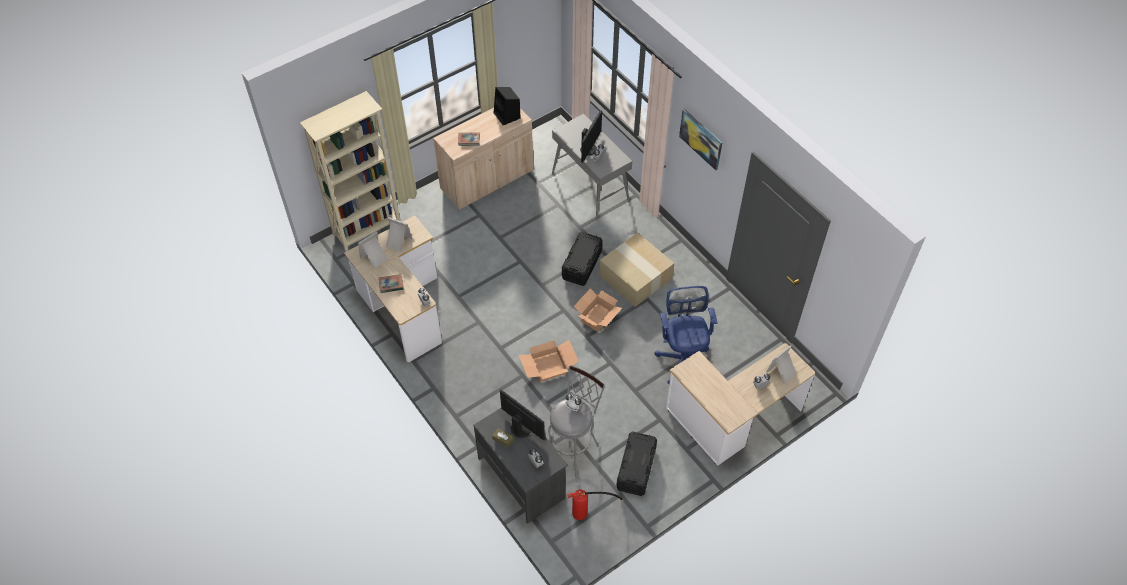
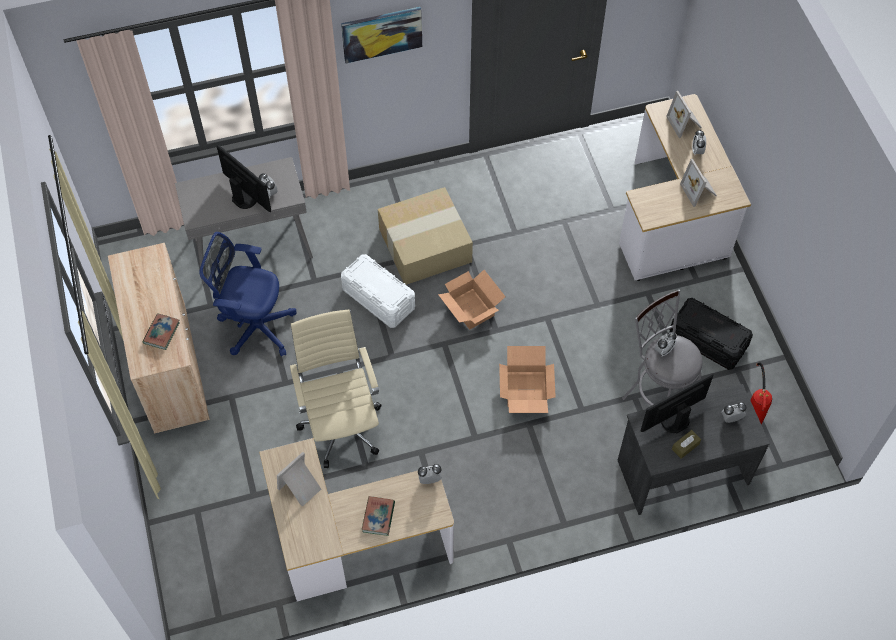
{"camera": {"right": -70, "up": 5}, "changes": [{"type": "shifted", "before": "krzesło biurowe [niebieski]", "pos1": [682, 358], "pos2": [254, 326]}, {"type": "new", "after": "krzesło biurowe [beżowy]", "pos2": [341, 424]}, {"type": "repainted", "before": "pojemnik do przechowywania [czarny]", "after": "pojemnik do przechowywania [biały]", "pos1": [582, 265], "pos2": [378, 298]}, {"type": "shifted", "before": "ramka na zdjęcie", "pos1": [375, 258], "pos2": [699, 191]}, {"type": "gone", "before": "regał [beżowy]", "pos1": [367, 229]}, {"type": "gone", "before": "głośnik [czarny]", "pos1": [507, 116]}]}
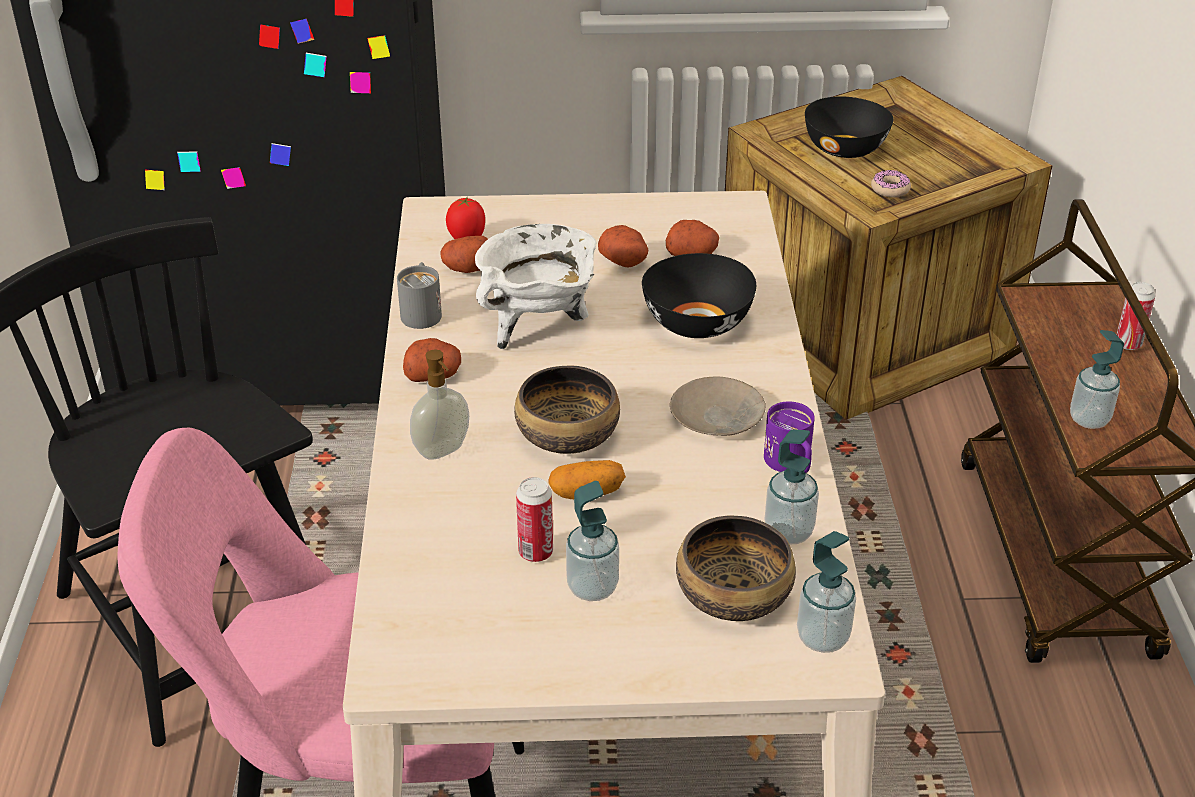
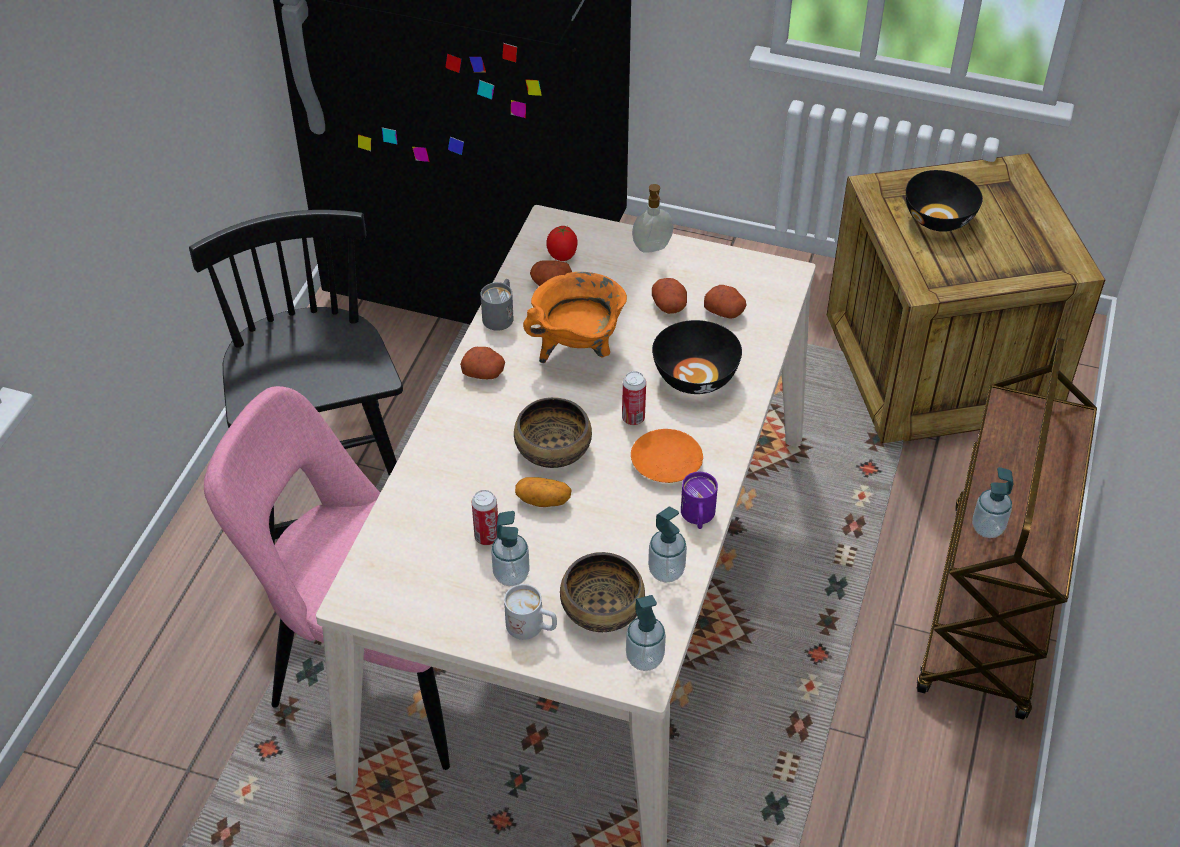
{"camera": {"right": 20, "up": 10}, "changes": [{"type": "new", "after": "kubek [biały]", "pos2": [532, 627]}, {"type": "repainted", "before": "garnek [biały]", "after": "garnek [pomarańczowy]", "pos1": [539, 326], "pos2": [578, 349]}, {"type": "shifted", "before": "puszka", "pos1": [1128, 344], "pos2": [633, 418]}, {"type": "repainted", "before": "talerz [beżowy]", "after": "talerz [pomarańczowy]", "pos1": [718, 417], "pos2": [667, 463]}, {"type": "shifted", "before": "dozownik mydła", "pos1": [443, 451], "pos2": [652, 248]}, {"type": "gone", "before": "donut", "pos1": [890, 189]}]}
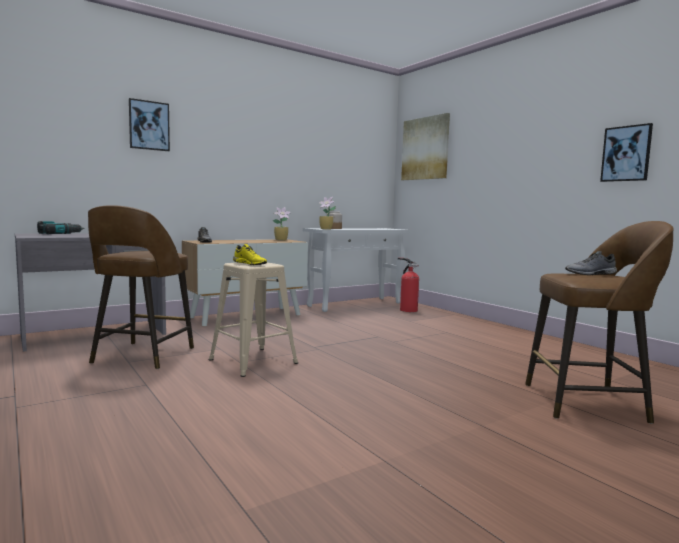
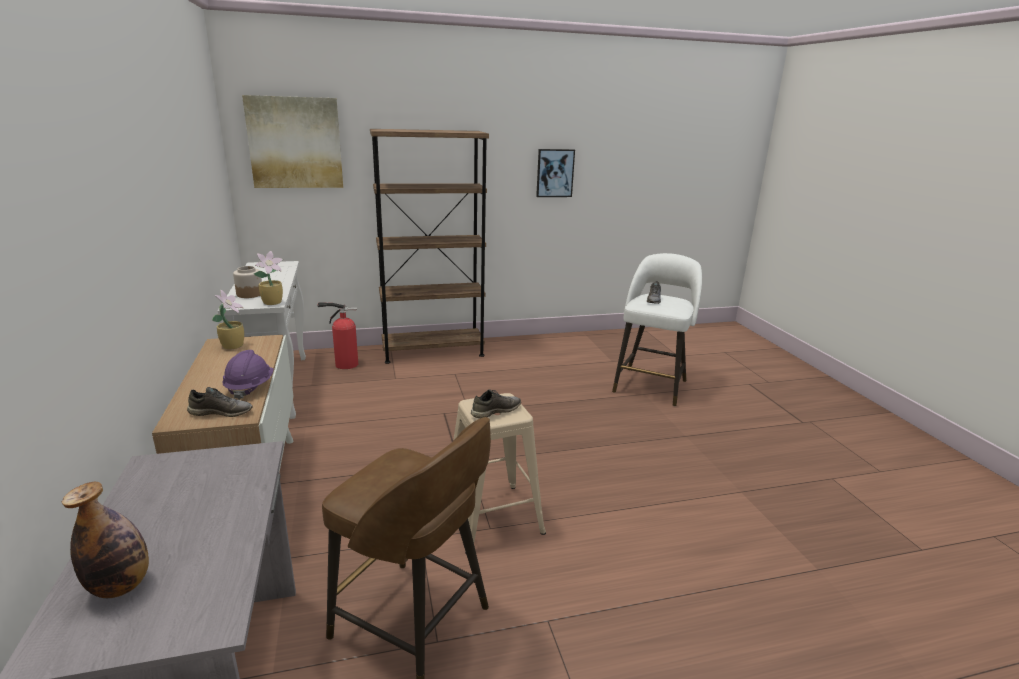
{"camera": {"right": -70, "up": 15}, "changes": [{"type": "swapped", "before": "wiertarka", "after": "butelka", "pos1": [58, 234], "pos2": [120, 586]}, {"type": "new", "after": "kask [fioletowy]", "pos2": [249, 387]}, {"type": "new", "after": "regał [brązowy]", "pos2": [433, 351]}, {"type": "repainted", "before": "but [żółty]", "after": "but [szary]", "pos1": [250, 264], "pos2": [495, 411]}, {"type": "repainted", "before": "stołek [brązowy]", "after": "stołek [biały]", "pos1": [588, 403], "pos2": [651, 385]}, {"type": "gone", "before": "obraz", "pos1": [149, 125]}]}
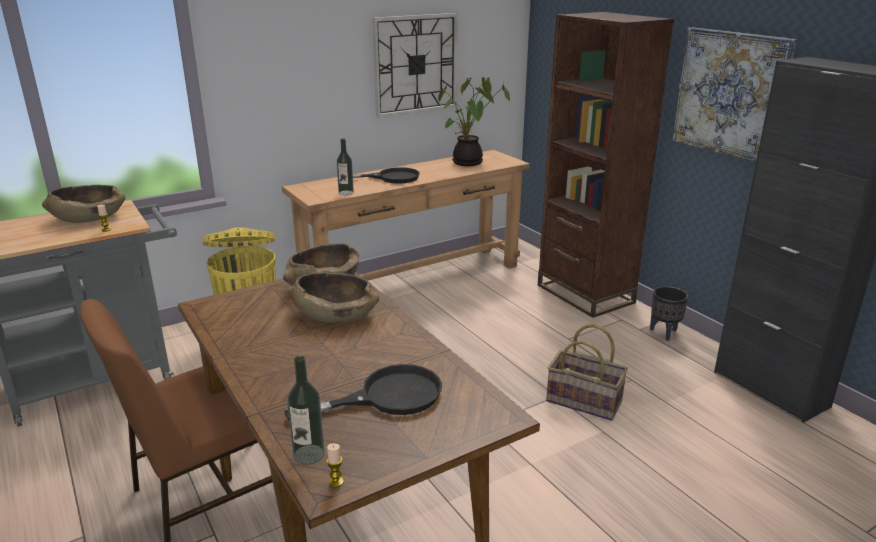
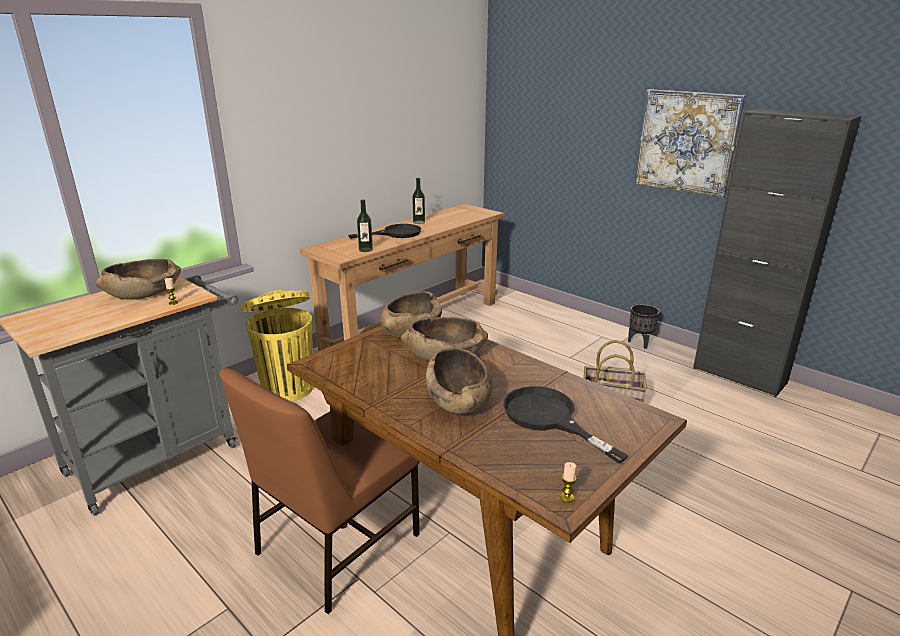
{"camera": {"right": -15, "up": 0}, "changes": [{"type": "shifted", "before": "butelka", "pos1": [309, 454], "pos2": [419, 222]}, {"type": "new", "after": "miska [brązowy]", "pos2": [459, 399]}, {"type": "rotated", "before": "patelnia [czarny]", "pos1": [387, 396], "pos2": [548, 418], "turn": -90}, {"type": "gone", "before": "zegar ścienny", "pos1": [415, 64]}, {"type": "gone", "before": "roślina doniczkowa", "pos1": [469, 163]}, {"type": "gone", "before": "regał [brązowy]", "pos1": [585, 294]}]}
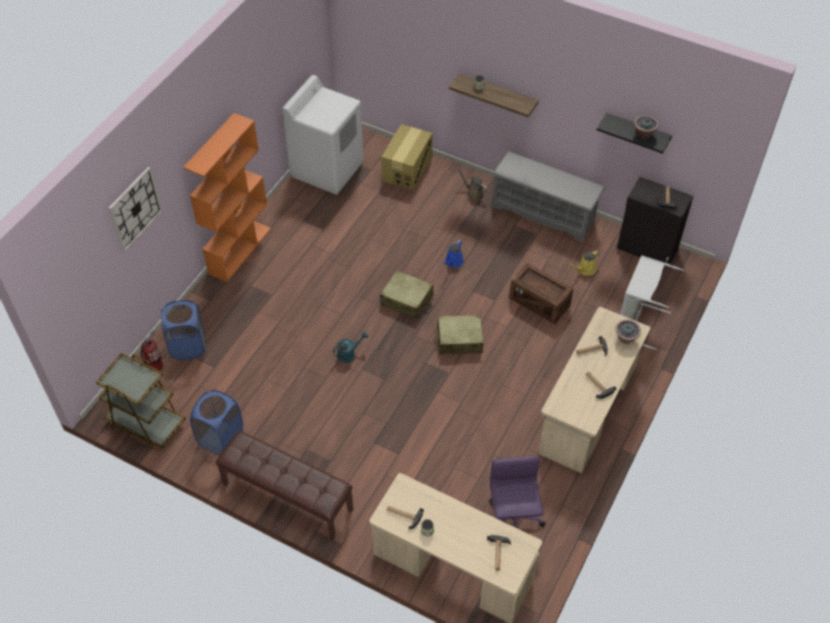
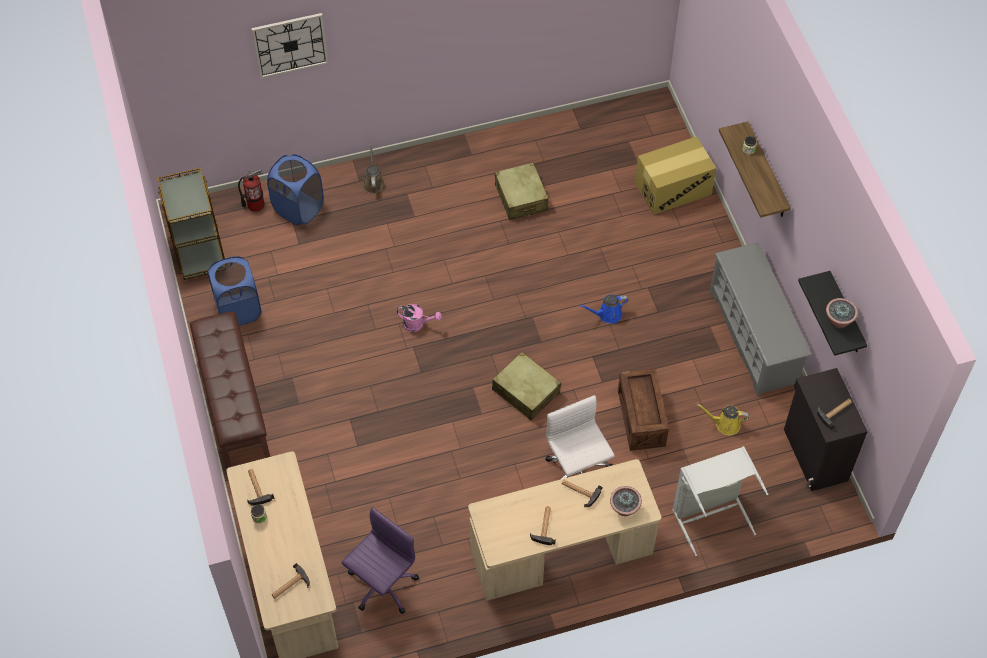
{"camera": {"right": 45, "up": 5}, "changes": [{"type": "shifted", "before": "konewka [brązowy]", "pos1": [473, 193], "pos2": [373, 182]}, {"type": "repainted", "before": "konewka [turkusowy]", "after": "konewka [różowy]", "pos1": [349, 354], "pos2": [417, 324]}, {"type": "shifted", "before": "walizka [beżowy]", "pos1": [407, 300], "pos2": [521, 198]}, {"type": "new", "after": "krzesło biurowe [biały]", "pos2": [577, 473]}, {"type": "gone", "before": "regał [pomarańczowy]", "pos1": [239, 250]}, {"type": "gone", "before": "pralka [biały]", "pos1": [327, 169]}]}
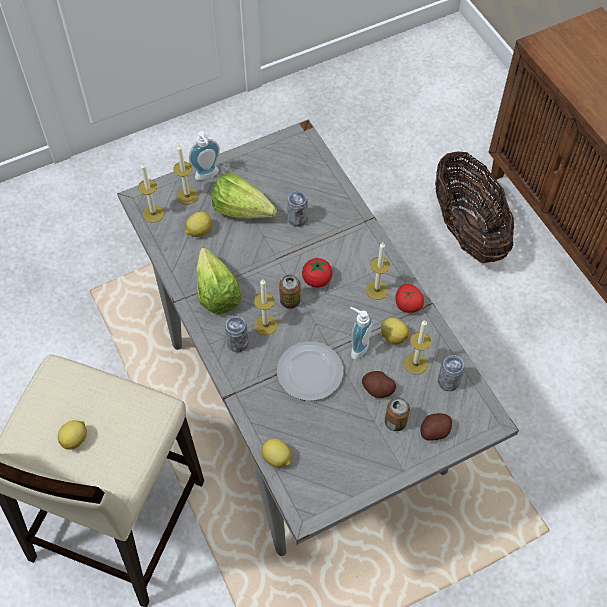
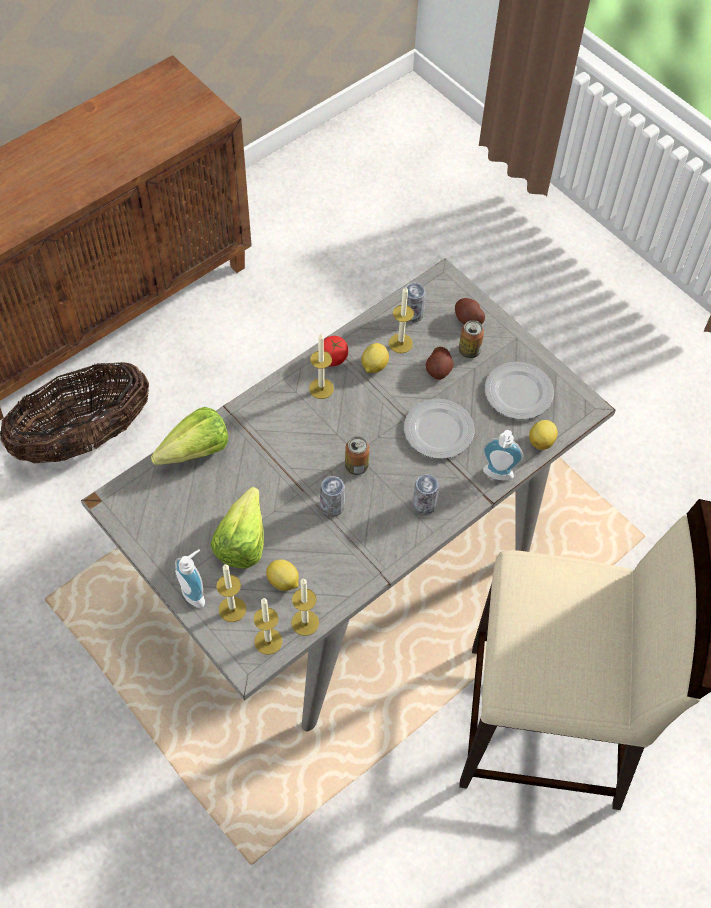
{"camera": {"right": -105, "up": 0}, "changes": [{"type": "shifted", "before": "sałata", "pos1": [216, 288], "pos2": [189, 453]}, {"type": "shifted", "before": "świeca", "pos1": [265, 325], "pos2": [305, 622]}, {"type": "shifted", "before": "puszka", "pos1": [297, 219], "pos2": [332, 506]}, {"type": "shifted", "before": "dozownik mydła", "pos1": [357, 347], "pos2": [497, 476]}, {"type": "new", "after": "talerz", "pos2": [518, 393]}, {"type": "gone", "before": "cytryna", "pos1": [75, 439]}, {"type": "gone", "before": "pomidor", "pos1": [316, 280]}]}
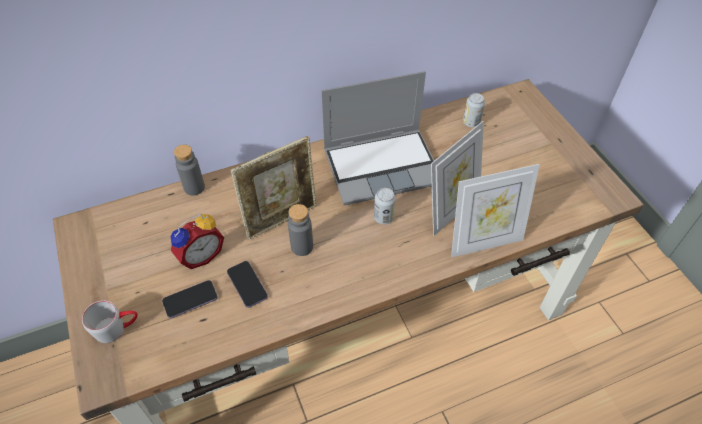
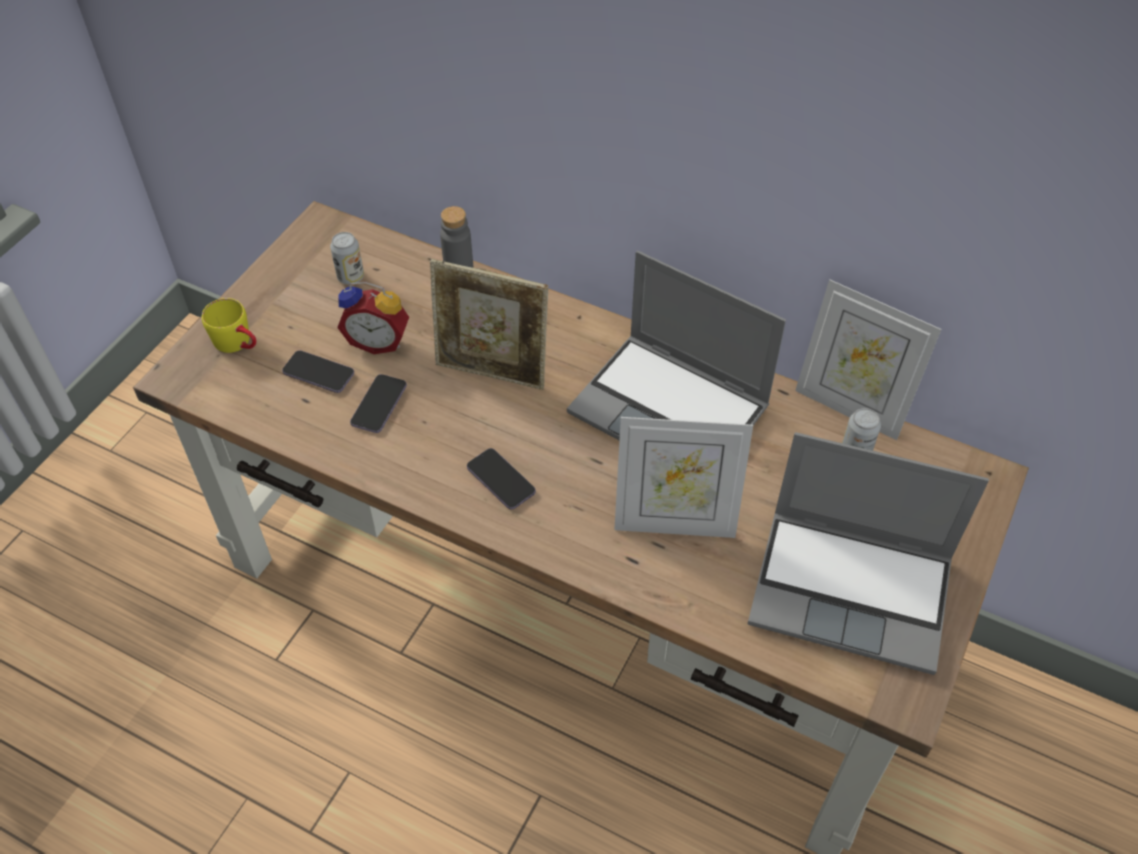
{"camera": {"right": 50, "up": 0}, "changes": [{"type": "repainted", "before": "kubek [szary]", "after": "kubek [żółty]", "pos1": [117, 328], "pos2": [238, 343]}, {"type": "shifted", "before": "puszka", "pos1": [383, 217], "pos2": [350, 277]}, {"type": "new", "after": "telefon", "pos2": [501, 480]}, {"type": "new", "after": "laptop", "pos2": [853, 590]}, {"type": "shifted", "before": "ramka na zdjęcie", "pos1": [484, 242], "pos2": [850, 407]}, {"type": "gone", "before": "butelka [szary]", "pos1": [302, 247]}]}
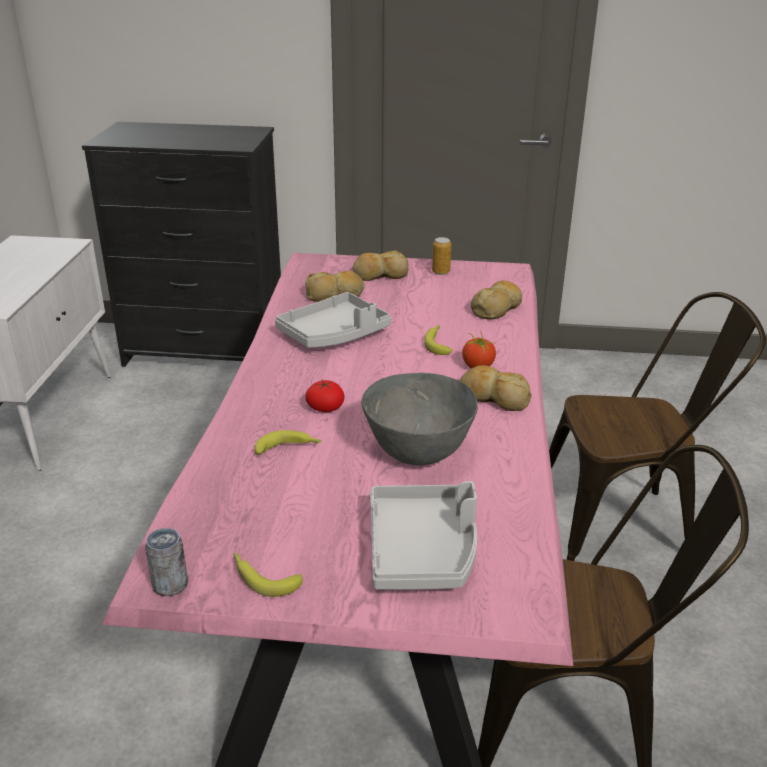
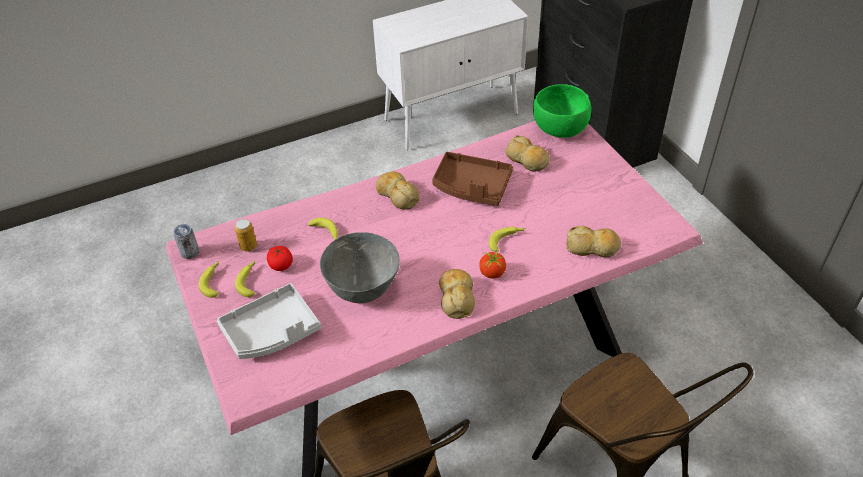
{"camera": {"right": 60, "up": 15}, "changes": [{"type": "shifted", "before": "puszka", "pos1": [441, 272], "pos2": [248, 246]}, {"type": "new", "after": "banan", "pos2": [249, 281]}, {"type": "shifted", "before": "pomidor", "pos1": [325, 407], "pos2": [281, 264]}, {"type": "shifted", "before": "chleb", "pos1": [379, 275], "pos2": [397, 195]}, {"type": "repainted", "before": "taca [szary]", "after": "taca [brązowy]", "pos1": [334, 334], "pos2": [471, 187]}, {"type": "new", "after": "miska [zielony]", "pos2": [560, 129]}]}
